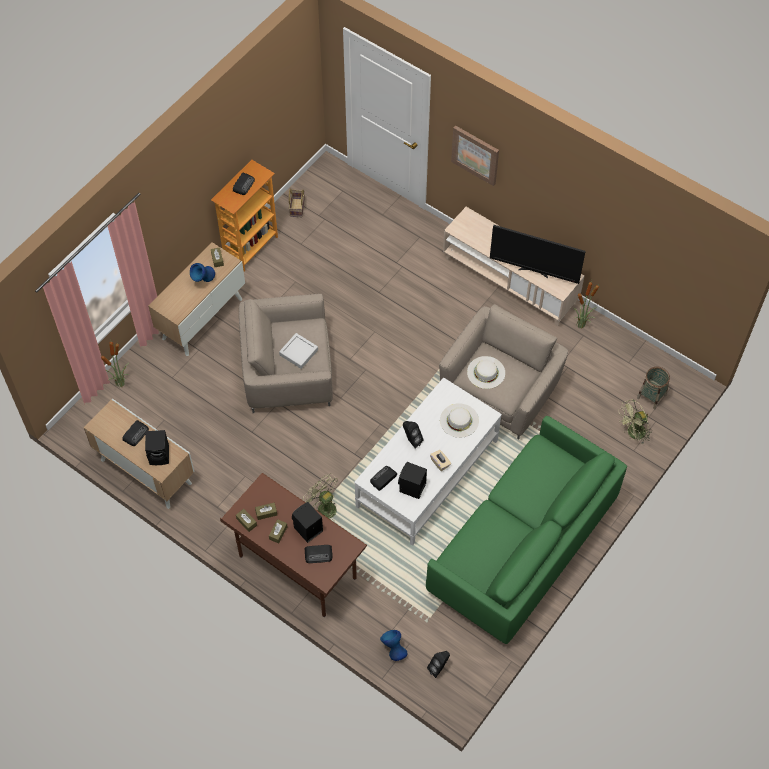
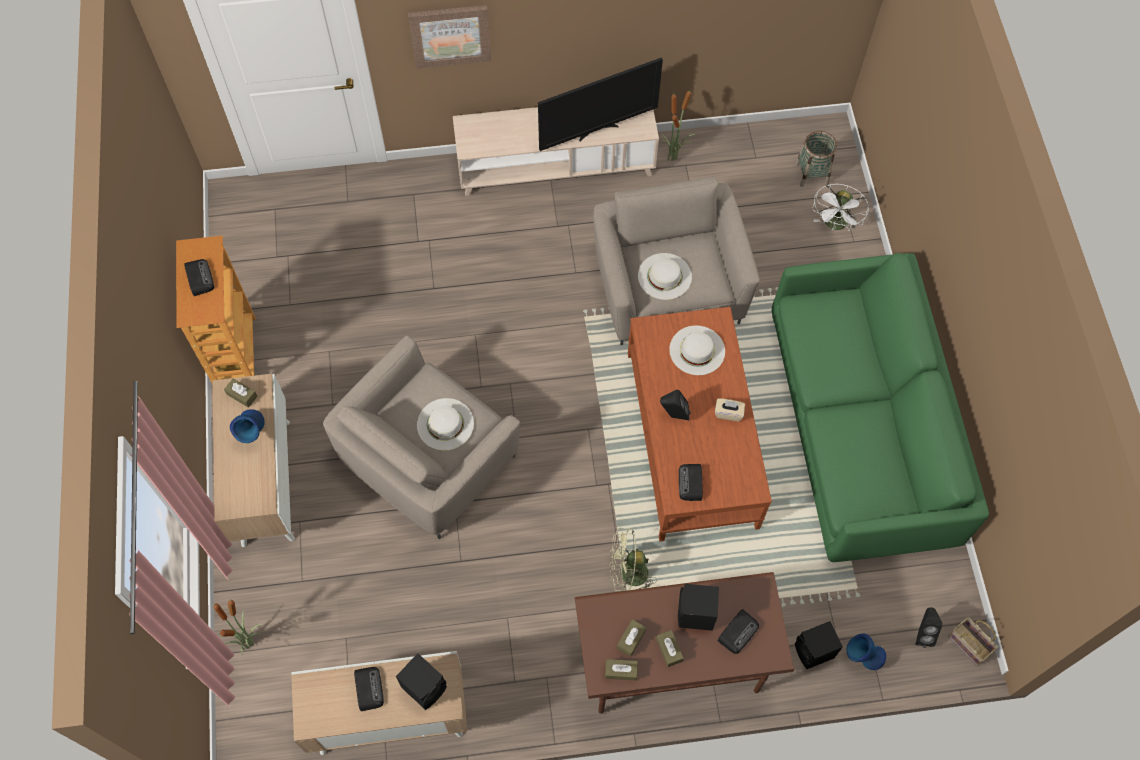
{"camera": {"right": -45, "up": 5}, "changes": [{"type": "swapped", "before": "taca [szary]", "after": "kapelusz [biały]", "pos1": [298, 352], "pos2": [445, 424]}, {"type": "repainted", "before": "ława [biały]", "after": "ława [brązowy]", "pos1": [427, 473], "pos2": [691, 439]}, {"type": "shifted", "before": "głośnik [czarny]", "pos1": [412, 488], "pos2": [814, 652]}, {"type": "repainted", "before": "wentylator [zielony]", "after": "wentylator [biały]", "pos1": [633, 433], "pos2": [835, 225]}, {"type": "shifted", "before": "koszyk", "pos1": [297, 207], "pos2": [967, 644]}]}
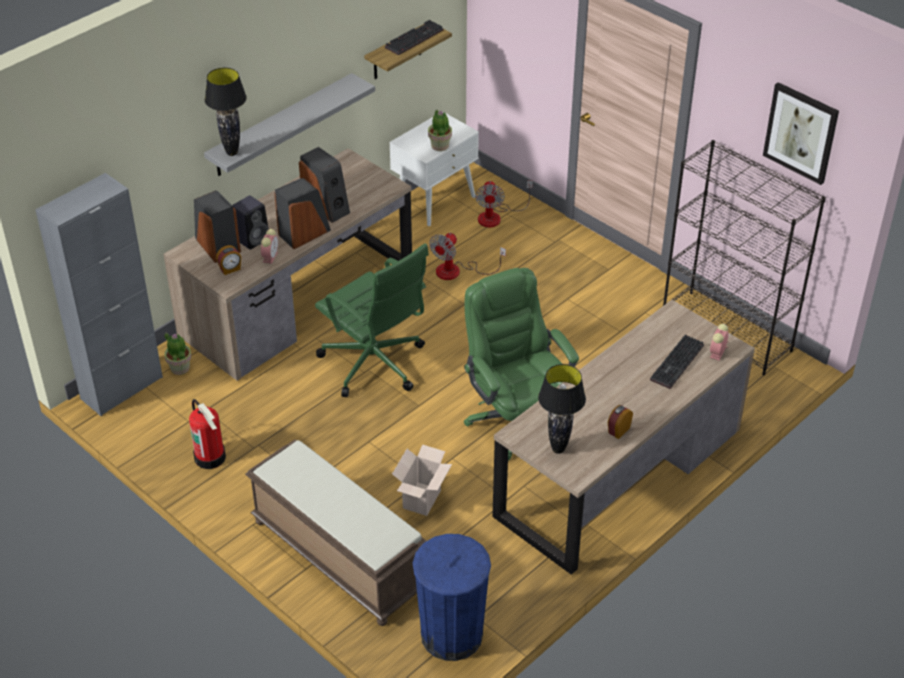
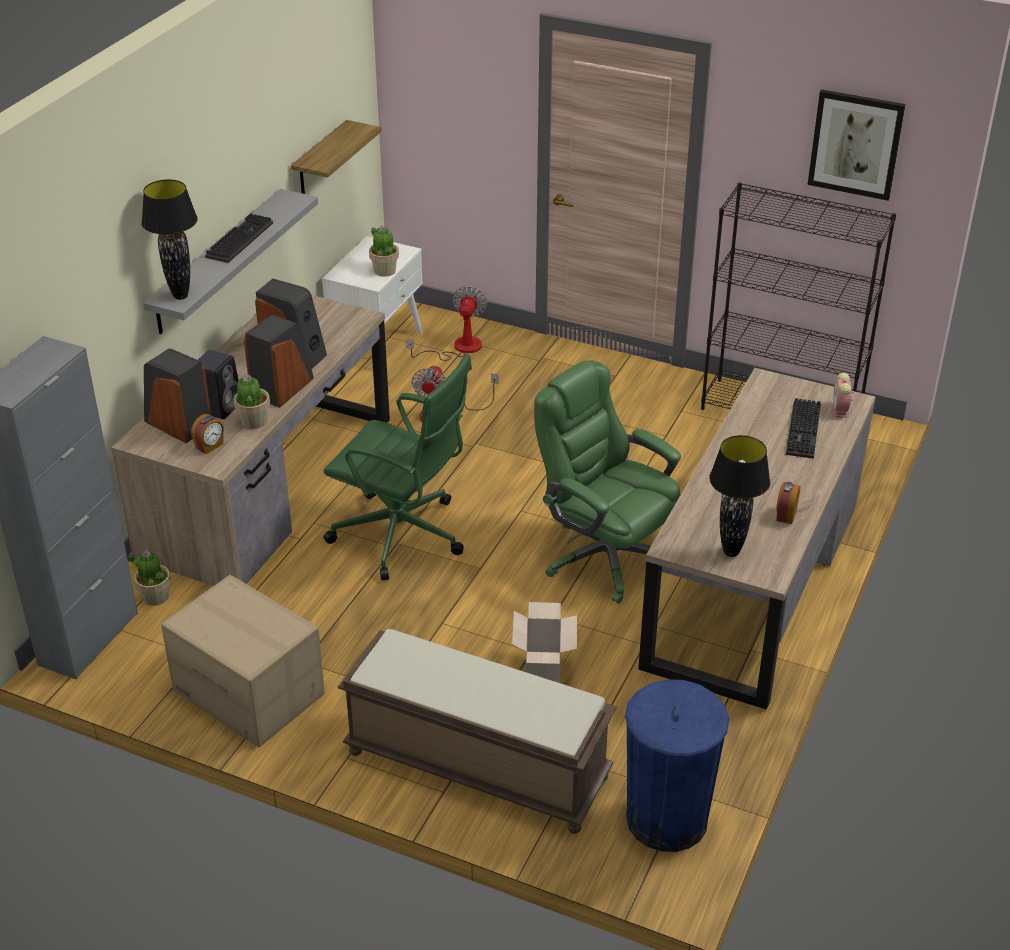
{"camera": {"right": -20, "up": -5}, "changes": [{"type": "swapped", "before": "gaśnica", "after": "karton", "pos1": [210, 457], "pos2": [250, 691]}, {"type": "shifted", "before": "klawiatura", "pos1": [414, 38], "pos2": [239, 239]}, {"type": "swapped", "before": "budzik", "after": "roślina doniczkowa", "pos1": [270, 256], "pos2": [254, 421]}, {"type": "rotated", "before": "wentylator", "pos1": [496, 216], "pos2": [458, 348], "turn": -150}]}
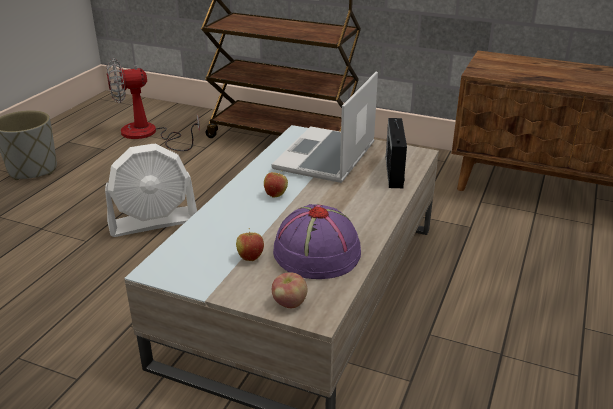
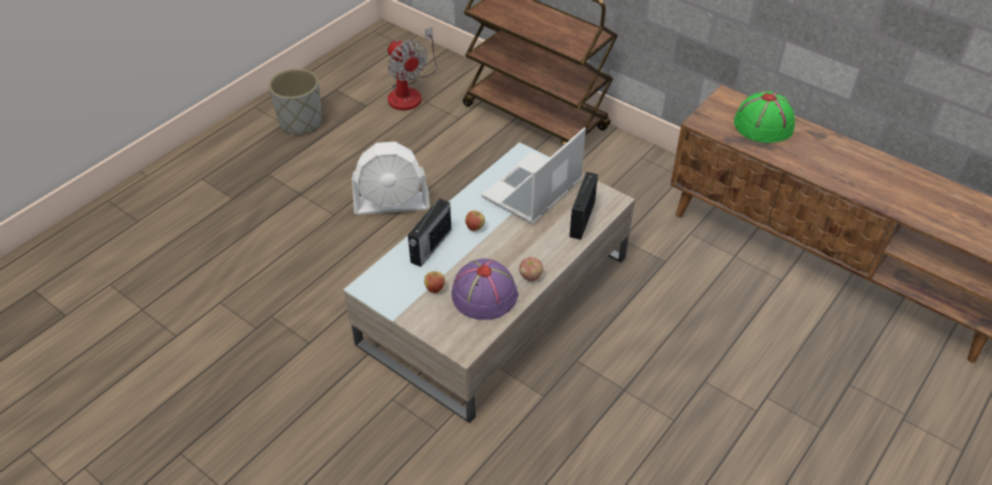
{"camera": {"right": 15, "up": 15}, "changes": [{"type": "rotated", "before": "wentylator", "pos1": [148, 135], "pos2": [409, 92], "turn": -120}, {"type": "new", "after": "radio", "pos2": [430, 247]}, {"type": "shifted", "before": "jabłko", "pos1": [289, 303], "pos2": [530, 276]}, {"type": "new", "after": "kapelusz [zielony]", "pos2": [764, 124]}]}
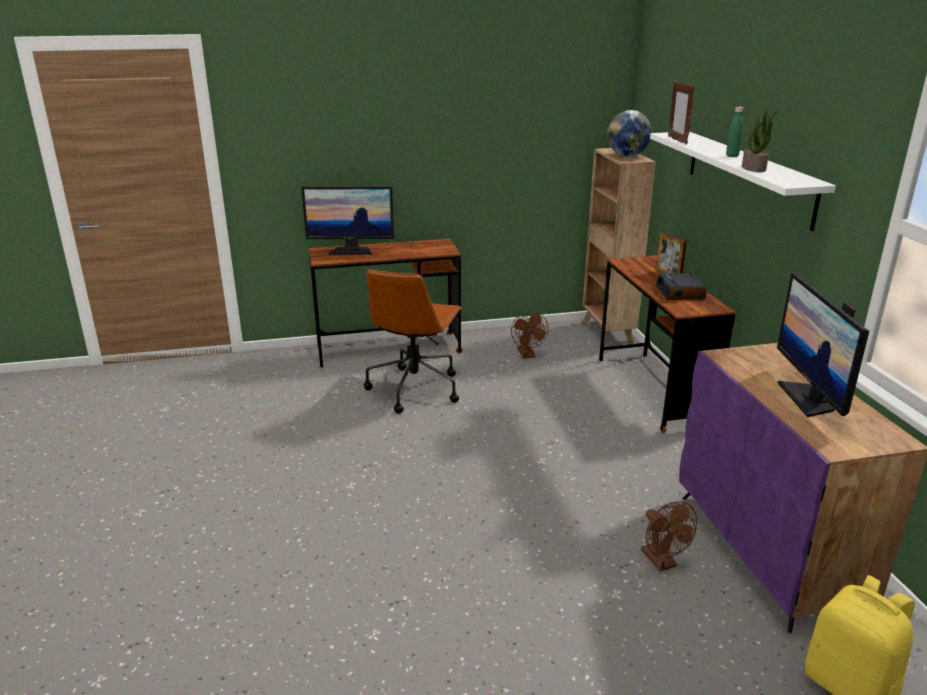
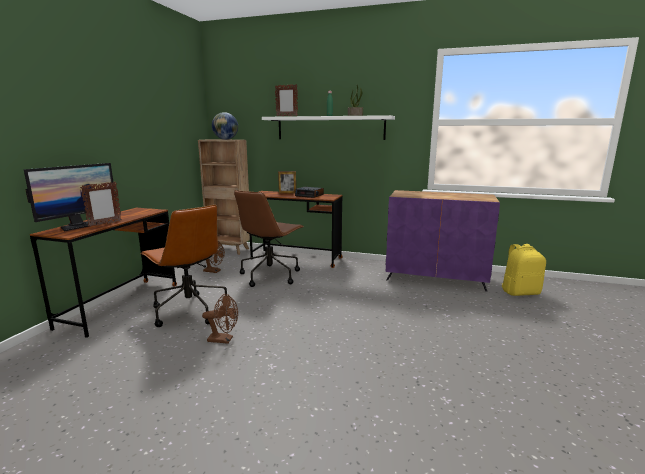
{"camera": {"right": -60, "up": -10}, "changes": [{"type": "new", "after": "ramka na zdjęcie", "pos2": [105, 224]}, {"type": "shifted", "before": "wentylator [brązowy]", "pos1": [662, 562], "pos2": [224, 340]}, {"type": "new", "after": "krzesło biurowe [brązowy]", "pos2": [270, 275]}, {"type": "gone", "before": "monitor", "pos1": [809, 398]}]}
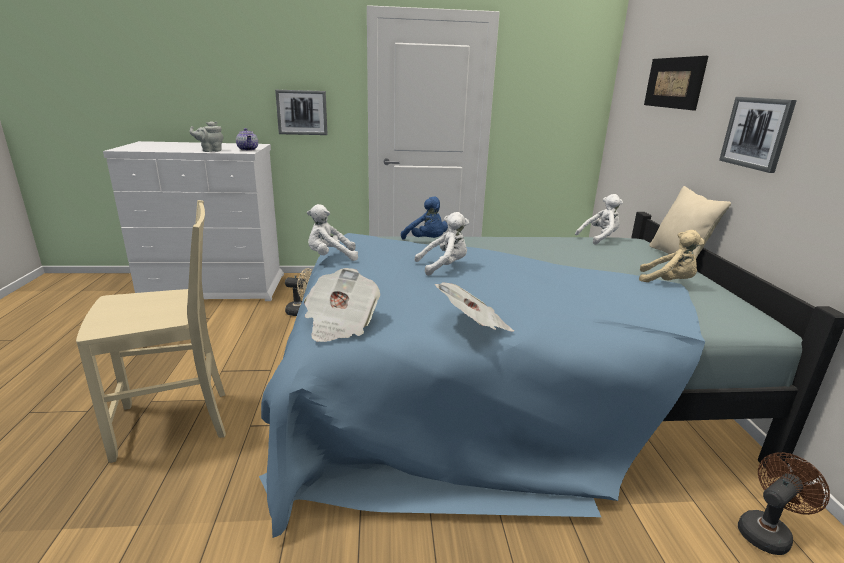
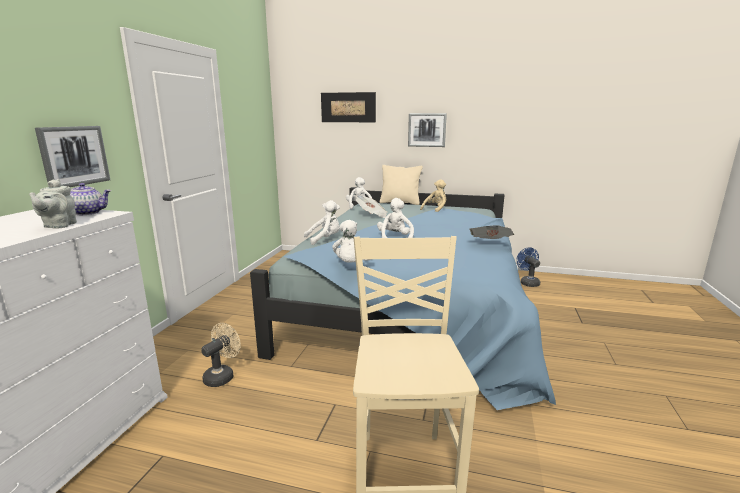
{"camera": {"right": -70, "up": -5}, "changes": [{"type": "repainted", "before": "pluszak [niebieski]", "after": "pluszak [biały]", "pos1": [427, 241], "pos2": [325, 239]}, {"type": "shifted", "before": "gazeta", "pos1": [340, 324], "pos2": [372, 215]}, {"type": "repainted", "before": "wentylator [brązowy]", "after": "wentylator [niebieski]", "pos1": [767, 531], "pos2": [528, 282]}]}
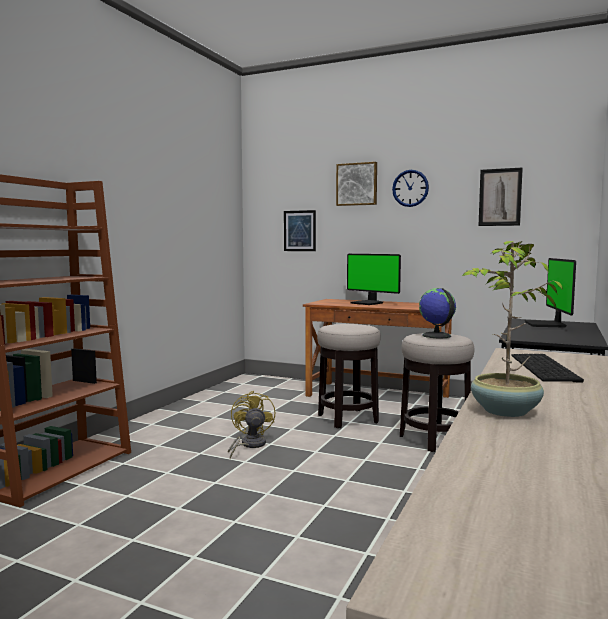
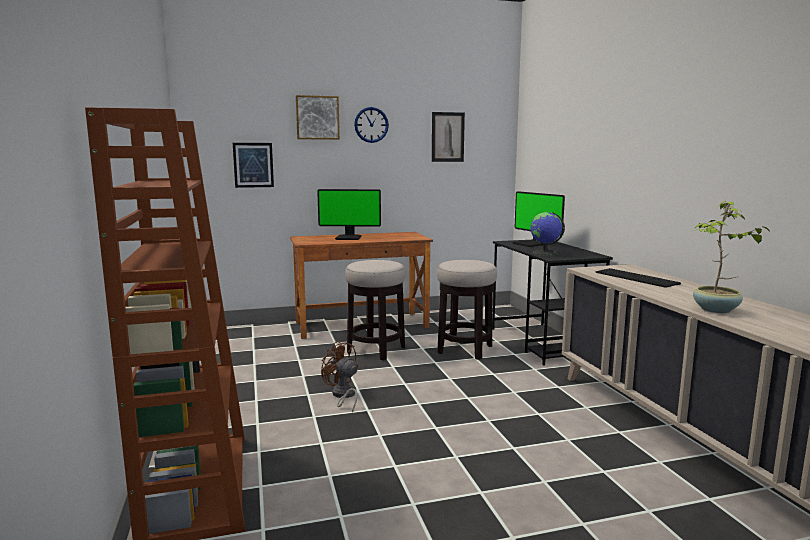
{"camera": {"right": -40, "up": 5}, "changes": [{"type": "repainted", "before": "wentylator [żółty]", "after": "wentylator [brązowy]", "pos1": [249, 445], "pos2": [343, 396]}, {"type": "shifted", "before": "globus", "pos1": [436, 336], "pos2": [544, 253]}]}
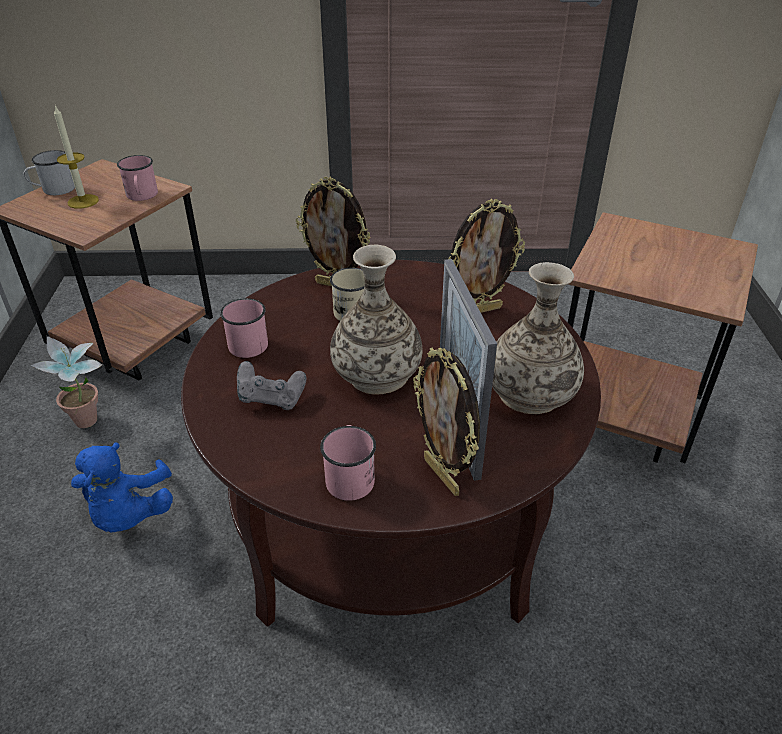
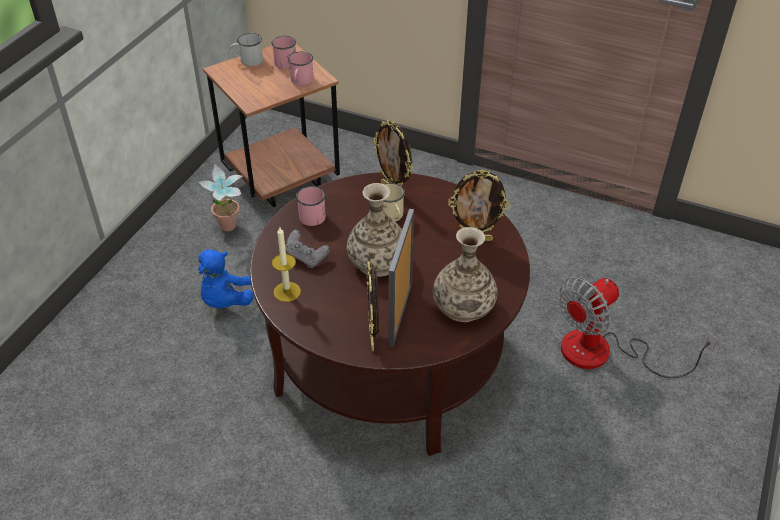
{"camera": {"right": 25, "up": 5}, "changes": [{"type": "shifted", "before": "kubek [różowy]", "pos1": [350, 476], "pos2": [287, 61]}, {"type": "shifted", "before": "świeca", "pos1": [83, 201], "pos2": [287, 292]}, {"type": "swapped", "before": "stolik [brązowy]", "after": "wentylator", "pos1": [623, 420], "pos2": [604, 353]}]}
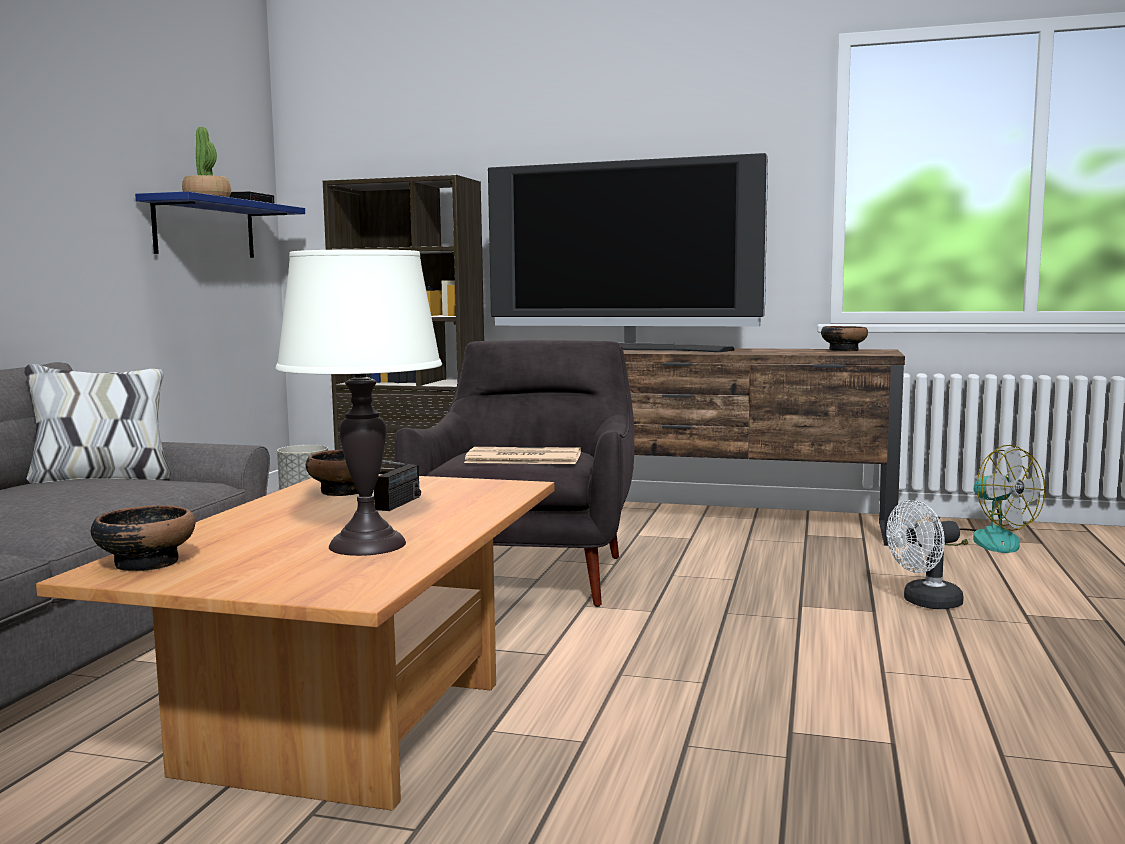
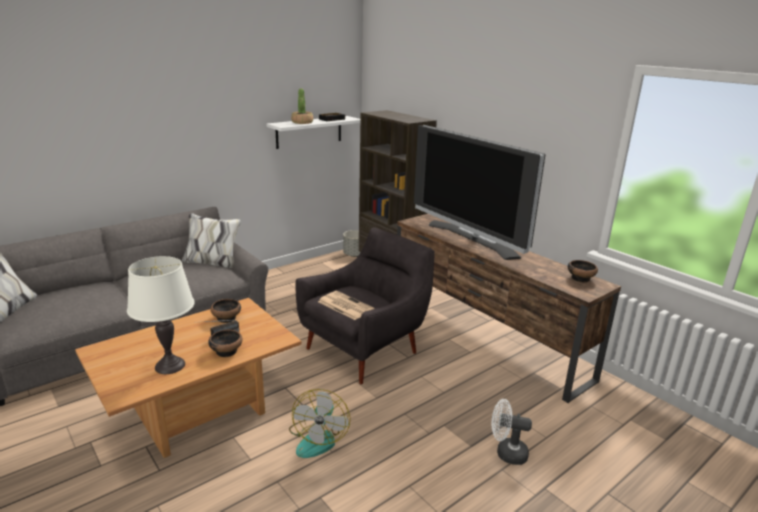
{"camera": {"right": 35, "up": 15}, "changes": [{"type": "shifted", "before": "miska", "pos1": [146, 562], "pos2": [226, 351]}, {"type": "repainted", "before": "półka [niebieski]", "after": "półka [biały]", "pos1": [205, 229], "pos2": [309, 132]}, {"type": "shifted", "before": "wentylator", "pos1": [984, 540], "pos2": [318, 438]}]}
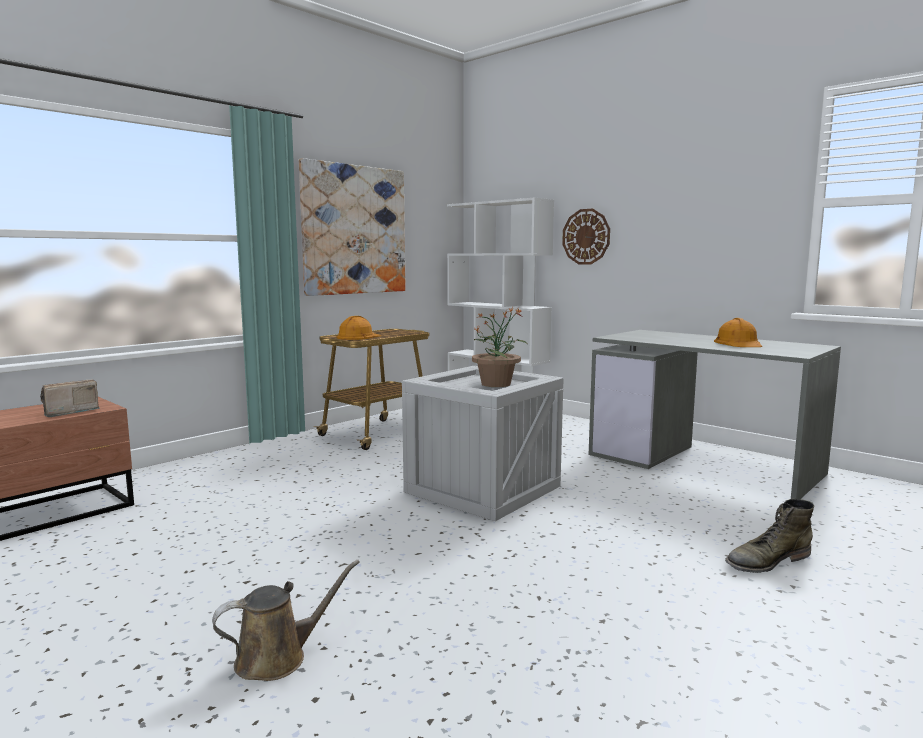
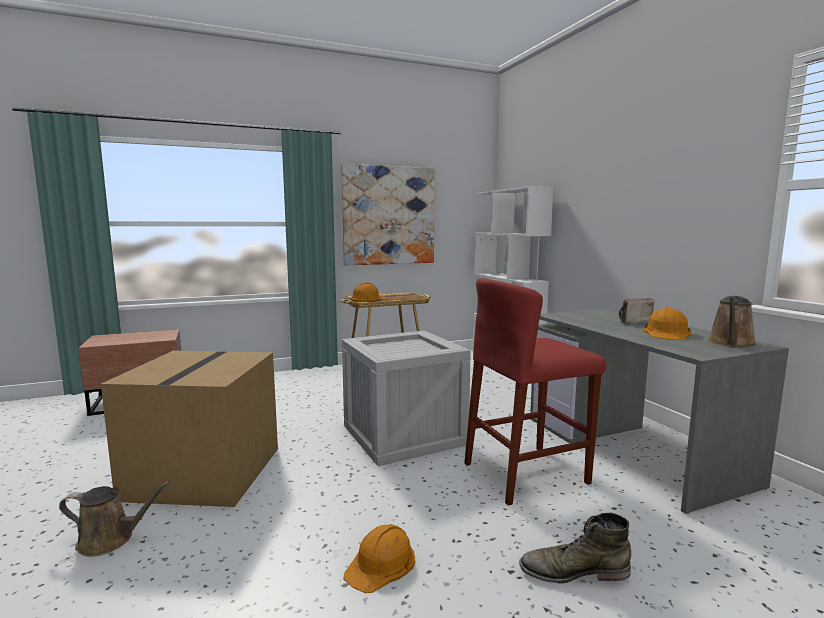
{"camera": {"right": 25, "up": 0}, "changes": [{"type": "new", "after": "karton", "pos2": [204, 471]}, {"type": "new", "after": "kask [pomarańczowy]", "pos2": [381, 564]}, {"type": "new", "after": "stołek [czerwony]", "pos2": [526, 473]}, {"type": "shifted", "before": "radio", "pos1": [68, 412], "pos2": [631, 322]}, {"type": "new", "after": "konewka [brązowy]", "pos2": [731, 343]}, {"type": "gone", "before": "roślina doniczkowa", "pos1": [496, 384]}, {"type": "gone", "before": "zegar ścienny", "pos1": [586, 236]}]}
